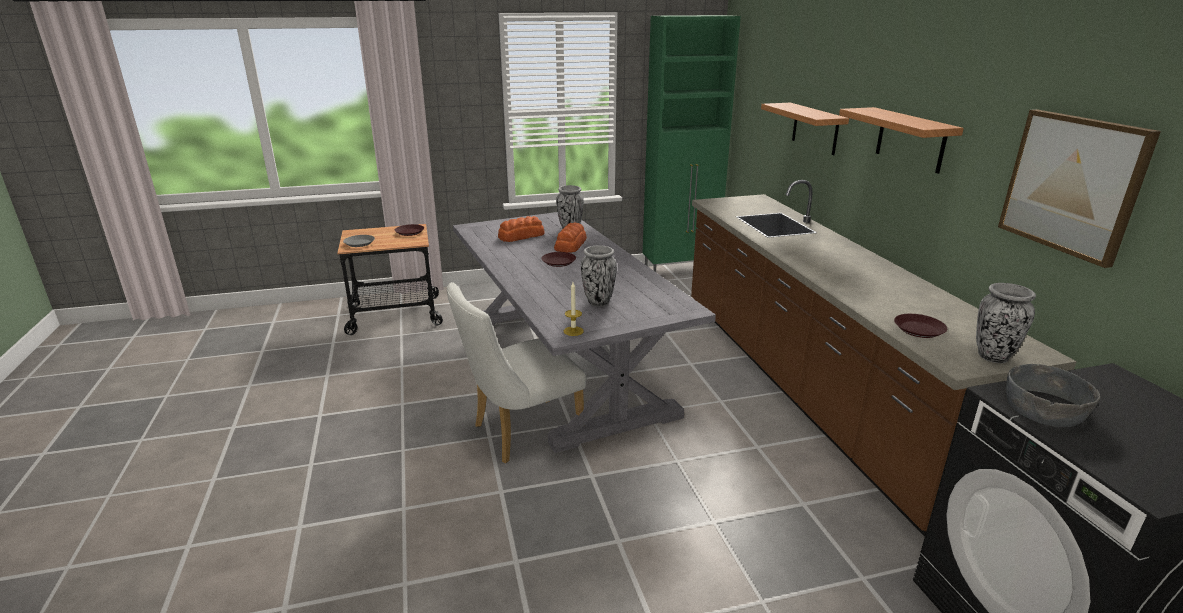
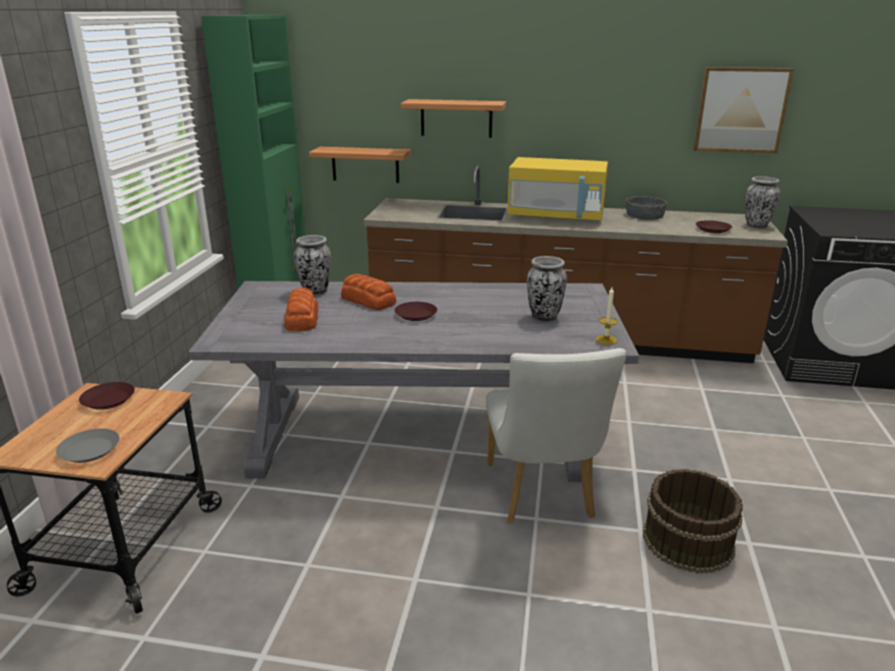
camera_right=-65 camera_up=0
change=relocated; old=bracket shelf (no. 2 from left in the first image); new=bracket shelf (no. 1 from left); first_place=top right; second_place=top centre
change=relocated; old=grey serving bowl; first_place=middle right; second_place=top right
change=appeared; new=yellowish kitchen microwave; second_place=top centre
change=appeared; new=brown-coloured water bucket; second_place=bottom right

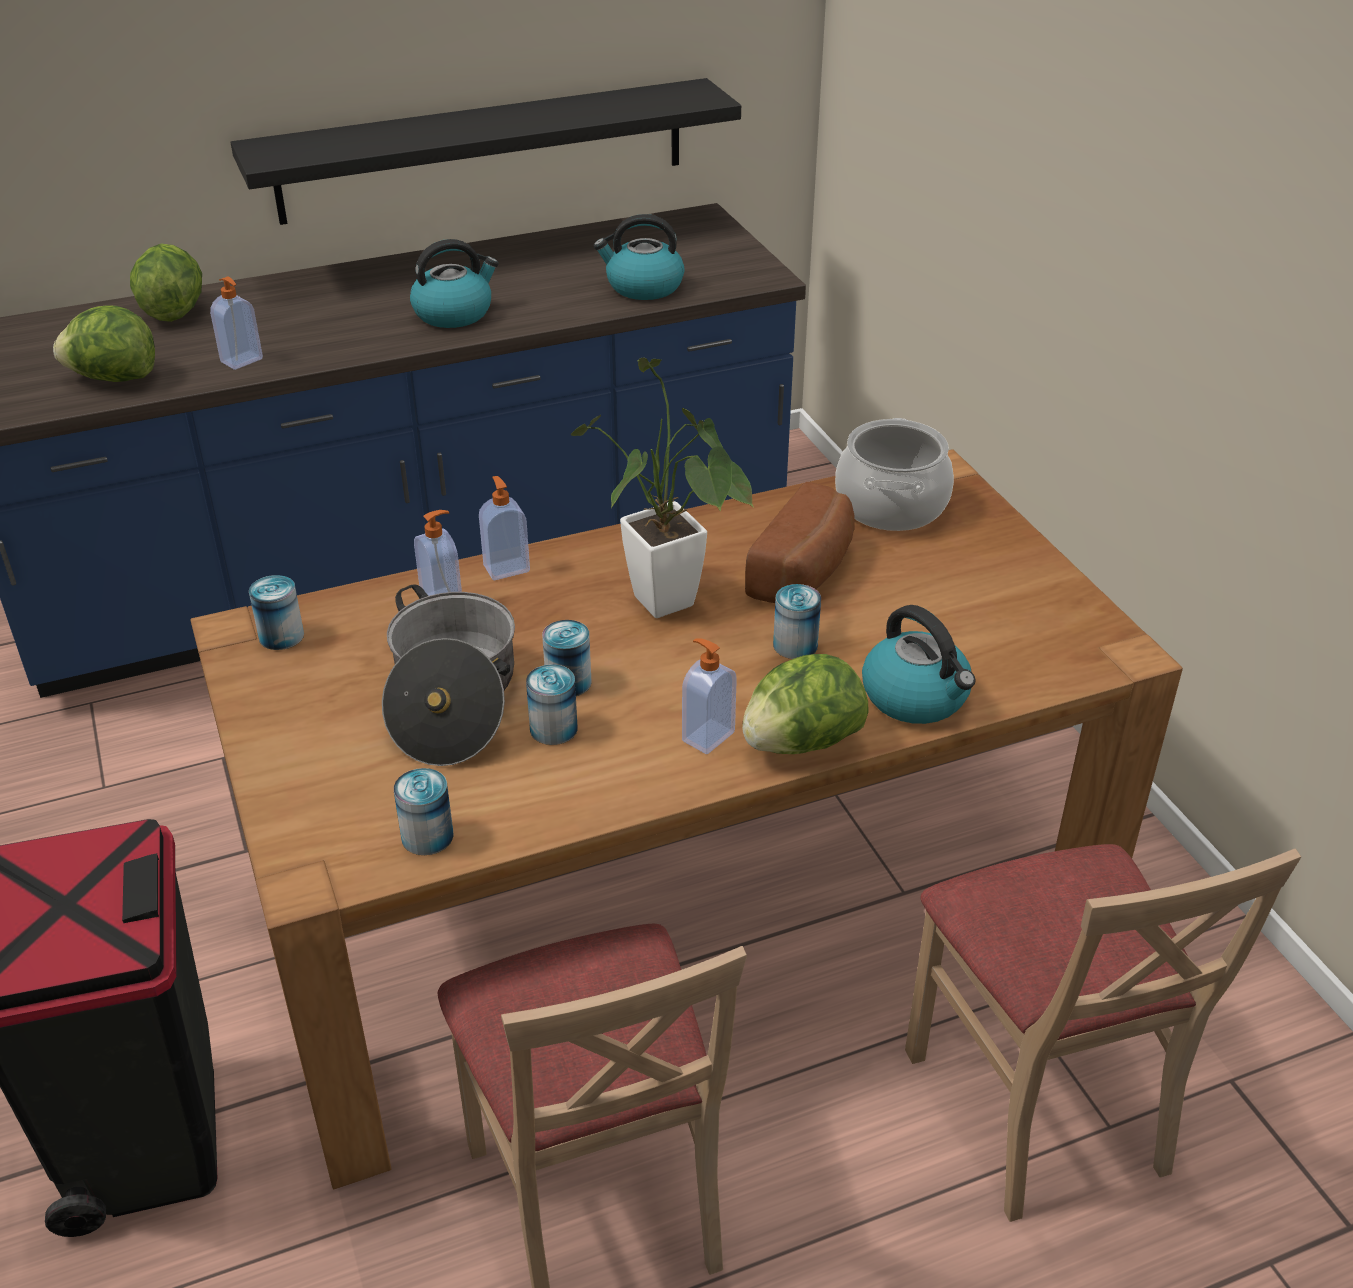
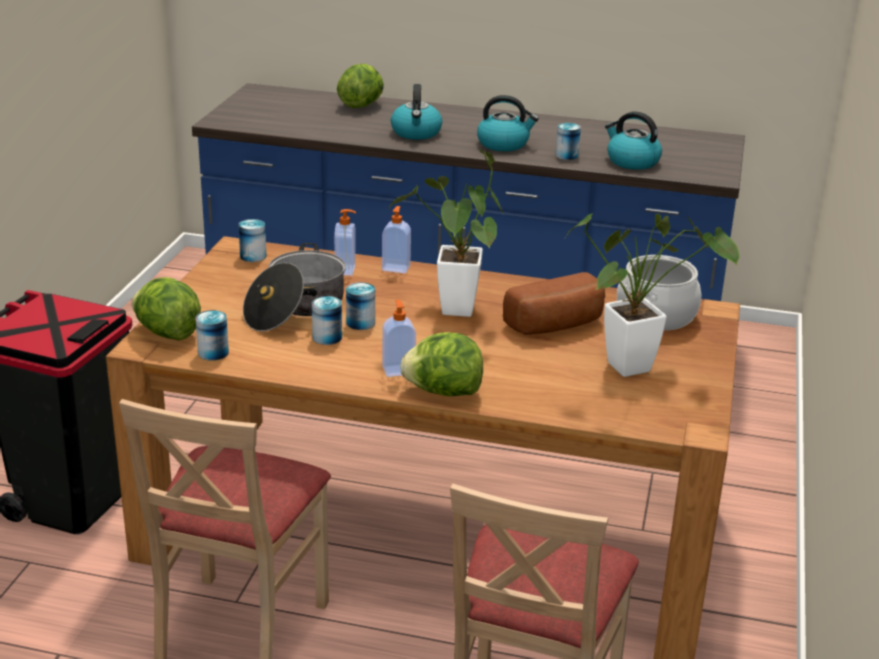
camera_right=35 camera_up=-10
change=missing; old=black bracket shelf; first_place=top centre
change=missing; old=soap bottle (no. 1 from left); first_place=top left
change=relocated; old=lettuce (no. 1 from left); first_place=top left; second_place=middle left
change=relocated; old=sealed can (no. 5 from left); first_place=centre; second_place=top centre
change=relocated; old=water kettle (no. 3 from left in the first image); new=water kettle (no. 1 from left); first_place=middle right; second_place=top centre
change=appeared; new=plant in a pot (no. 2 from left); second_place=middle right

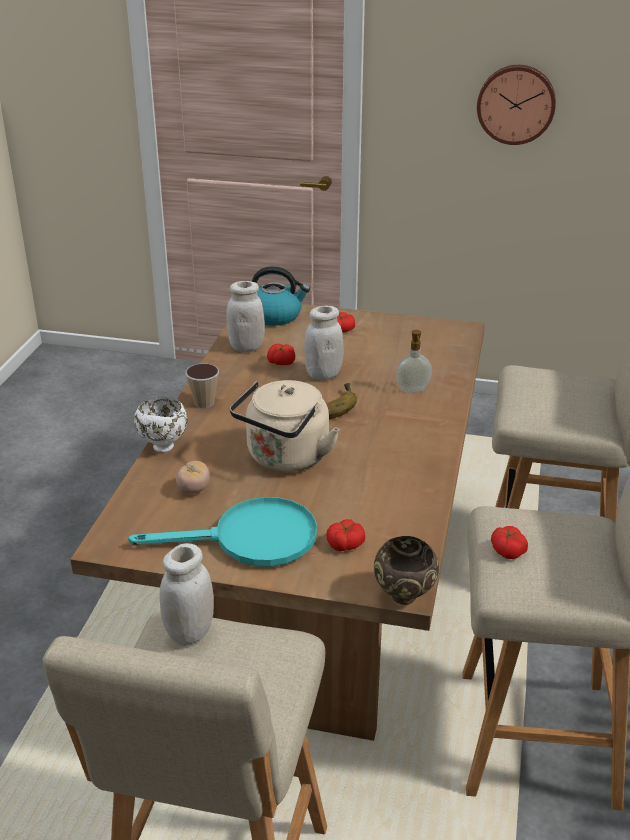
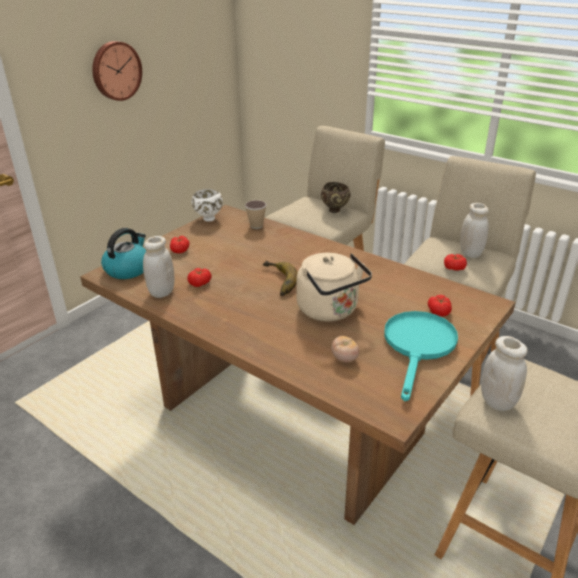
camera_right=-65 camera_up=0
change=relocated; old=white-coloured jar (no. 3 from left in the first image); new=white-coloured jar (no. 2 from left); first_place=centre; second_place=middle right
change=missing; old=soap bottle; first_place=centre
change=relocated; old=small cup; first_place=middle left; second_place=centre
change=relocated; old=white-coloured serving bowl; first_place=middle left; second_place=centre
change=relocated; old=brown-coloured serving bowl; first_place=bottom centre; second_place=centre

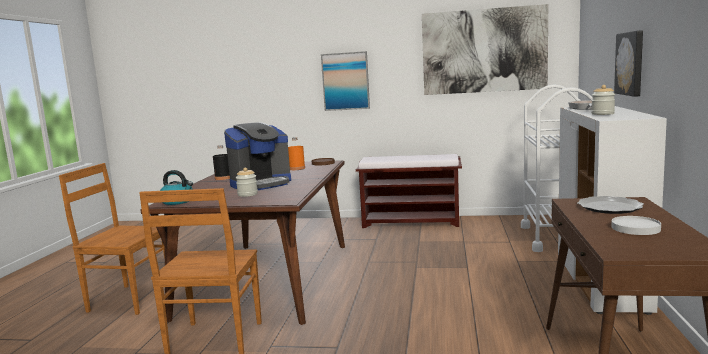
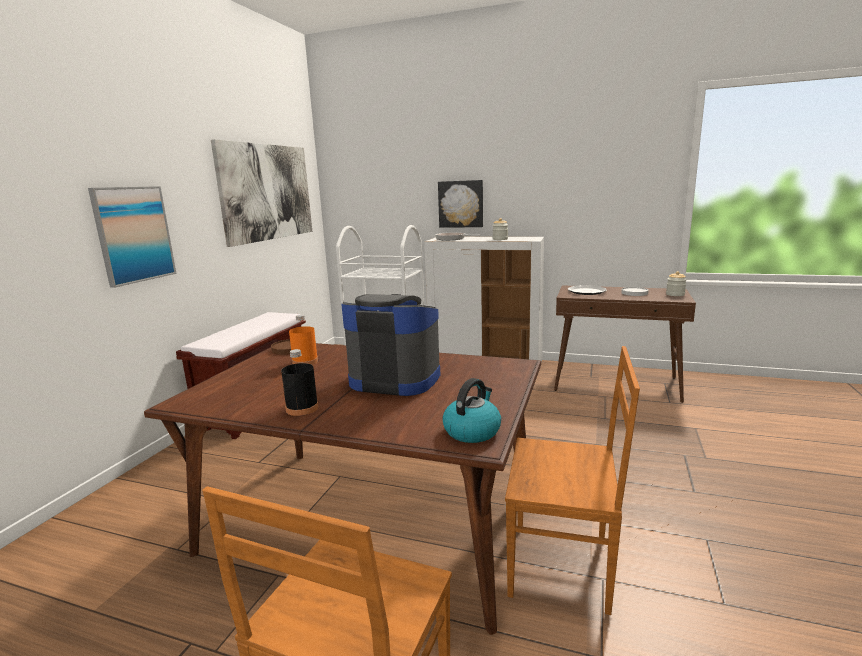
camera_right=-80 camera_up=5
change=spun; old=coffee machine; first_place=centre; second_place=centre; degrees=-45
change=relocated; old=jar (no. 1 from left in the first image); new=jar (no. 2 from left); first_place=centre; second_place=middle right

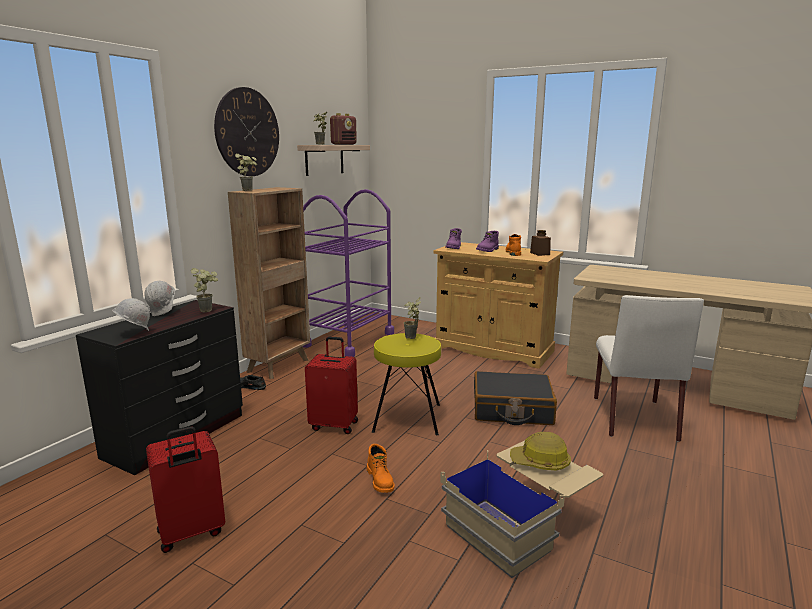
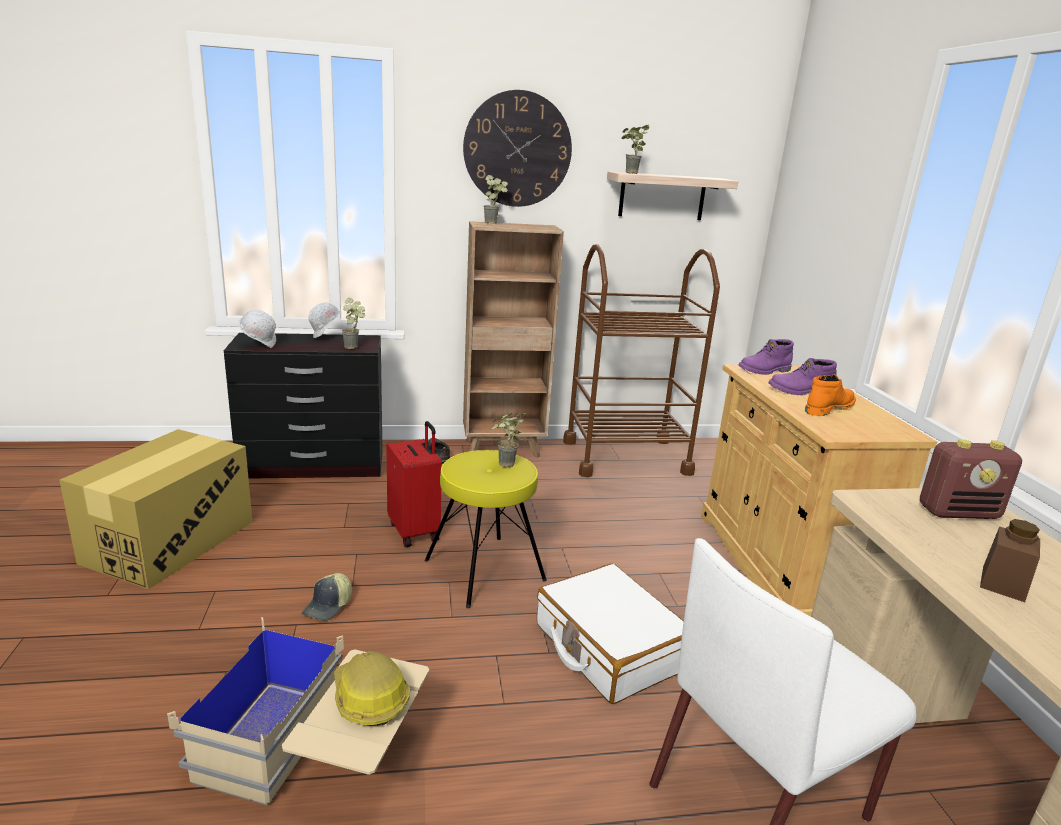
camera_right=50 camera_up=5
change=relocated; old=radio set; first_place=top centre; second_place=middle right
change=colour; old=purplish wheeled cart; new=brown-coloured wheeled cart; first_place=centre; second_place=centre
change=relocated; old=brown-coloured jar; first_place=centre; second_place=bottom right
change=colour; old=black piece of luggage; new=white-coloured piece of luggage; first_place=centre; second_place=bottom centre
change=exchanged; old=reddish piece of luggage (no. 1 from left); new=carton; first_place=bottom left; second_place=middle left
change=exchanged; old=orange-coloured tall boot (no. 1 from left); new=peaked cap; first_place=bottom centre; second_place=bottom left

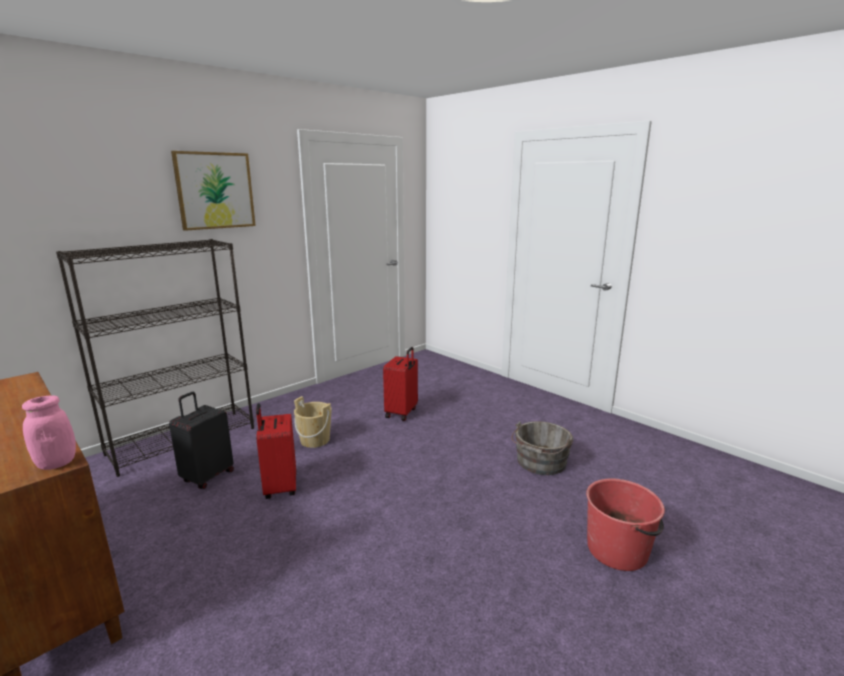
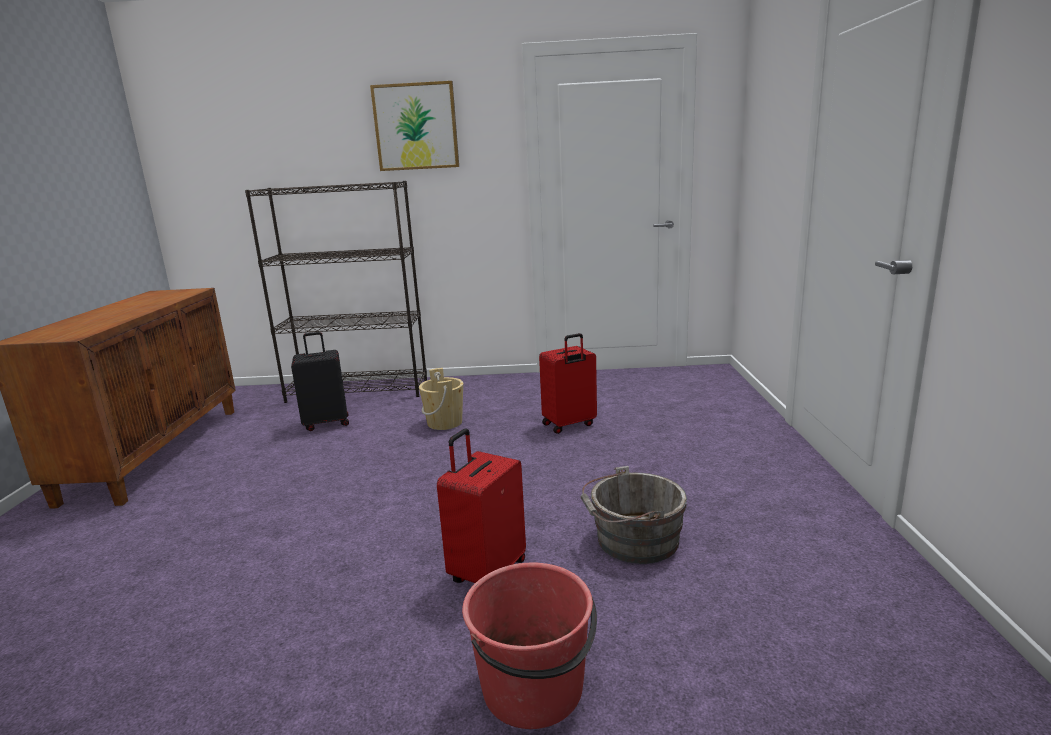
camera_right=45 camera_up=0
change=missing; old=pinkish jar; first_place=middle left
change=relocated; old=reddish piece of luggage (no. 1 from left); first_place=bottom left; second_place=bottom centre

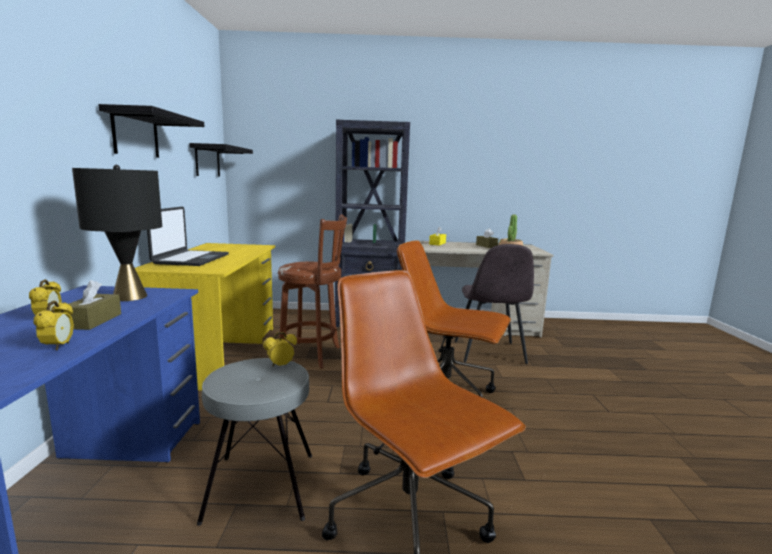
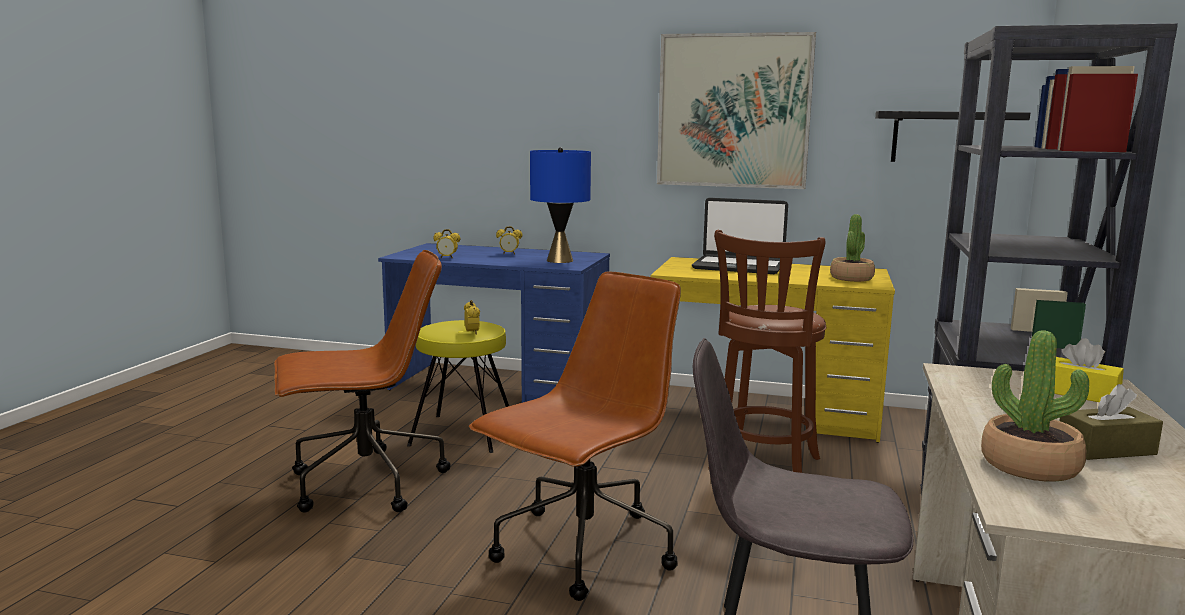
camera_right=105 camera_up=0
change=exchanged; old=black bracket shelf (no. 1 from left); new=picture; first_place=top left; second_place=top centre
change=colour; old=black table lamp; new=blue-coloured table lamp; first_place=middle left; second_place=centre
change=missing; old=brown-coloured tissue holder (no. 1 from left); first_place=middle left
change=colour; old=grey sitting stool; new=yellowish sitting stool; first_place=bottom left; second_place=centre
change=appeared; new=plant in a pot (no. 1 from left); second_place=middle right

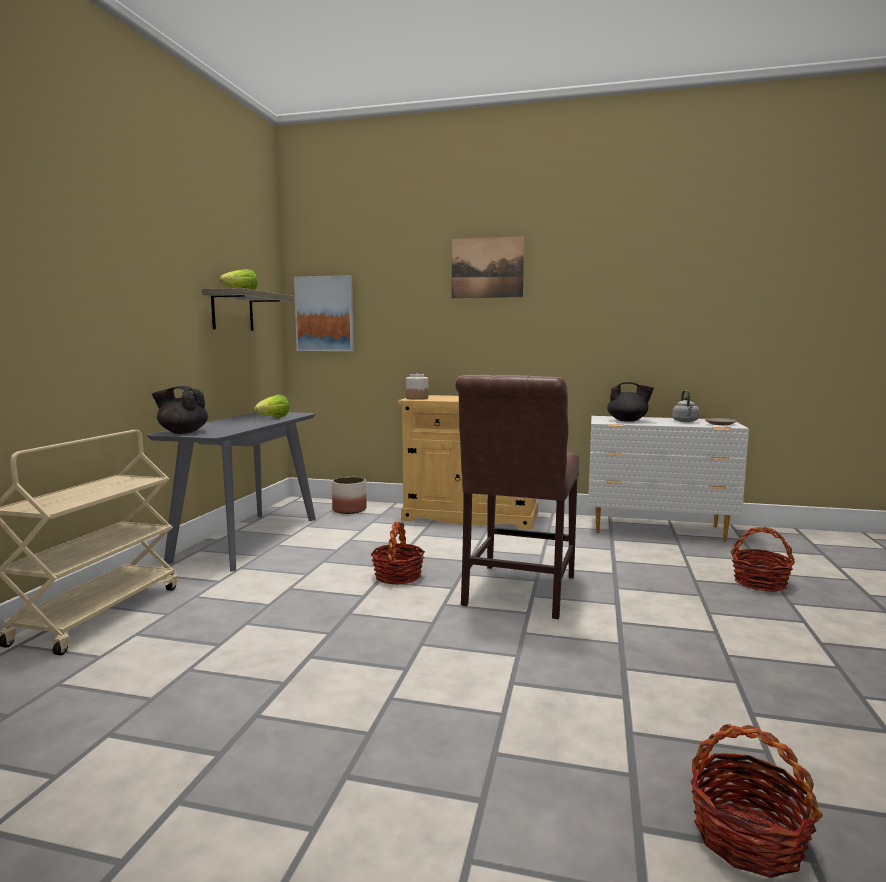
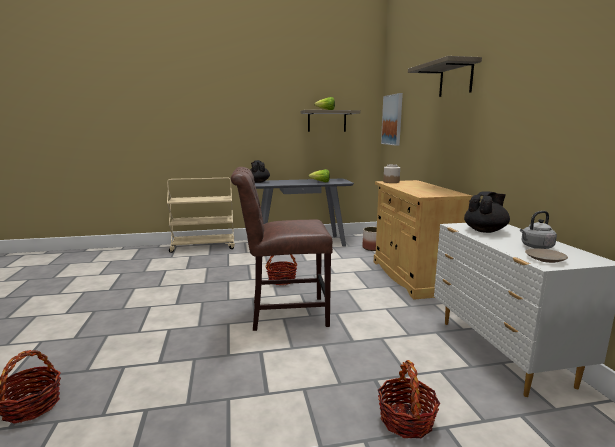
camera_right=65 camera_up=5
change=exchanged; old=picture (no. 2 from left); new=bracket shelf (no. 2 from left); first_place=top centre; second_place=top right
change=spun; old=black tea pot (no. 2 from left); first_place=middle right; second_place=middle right; degrees=-120

